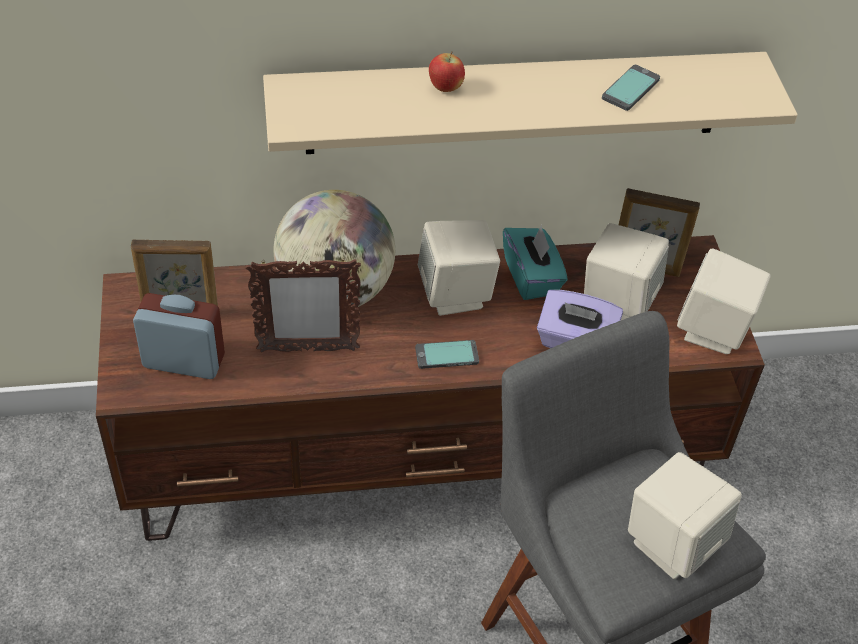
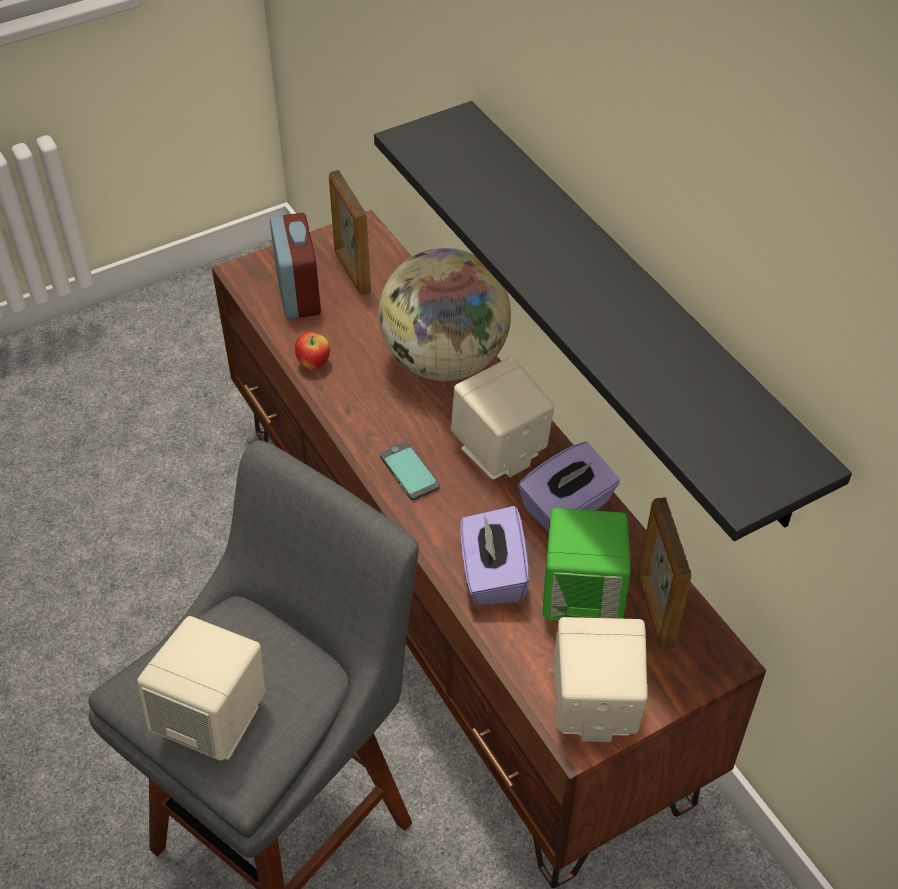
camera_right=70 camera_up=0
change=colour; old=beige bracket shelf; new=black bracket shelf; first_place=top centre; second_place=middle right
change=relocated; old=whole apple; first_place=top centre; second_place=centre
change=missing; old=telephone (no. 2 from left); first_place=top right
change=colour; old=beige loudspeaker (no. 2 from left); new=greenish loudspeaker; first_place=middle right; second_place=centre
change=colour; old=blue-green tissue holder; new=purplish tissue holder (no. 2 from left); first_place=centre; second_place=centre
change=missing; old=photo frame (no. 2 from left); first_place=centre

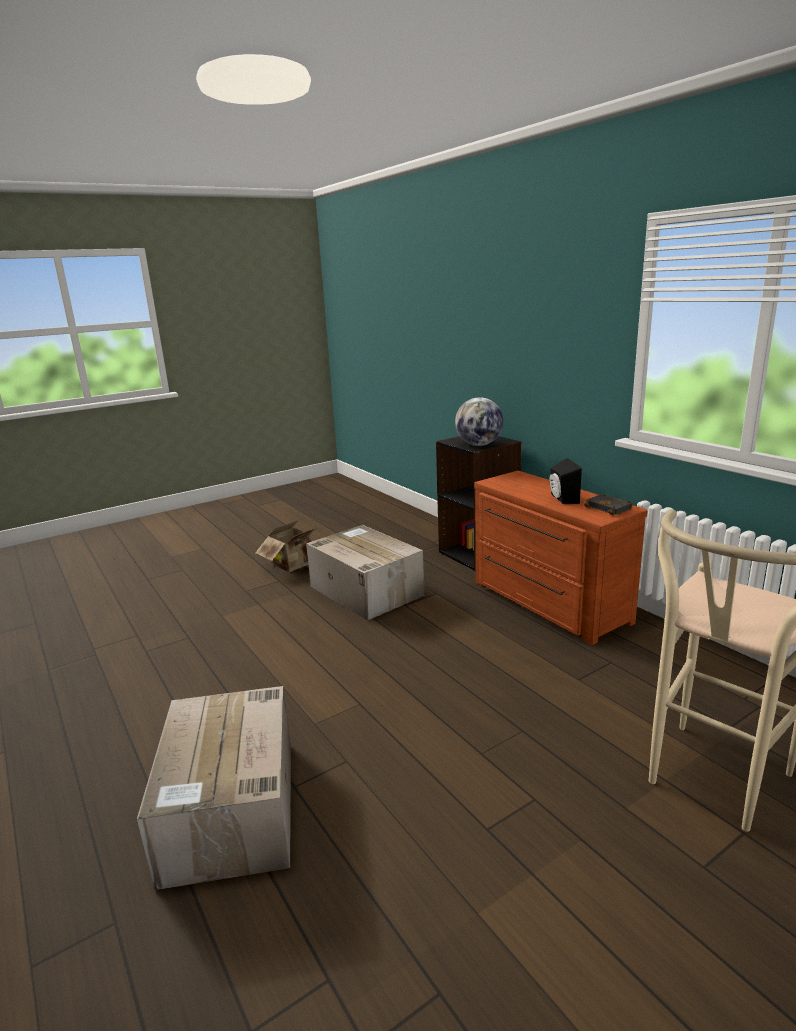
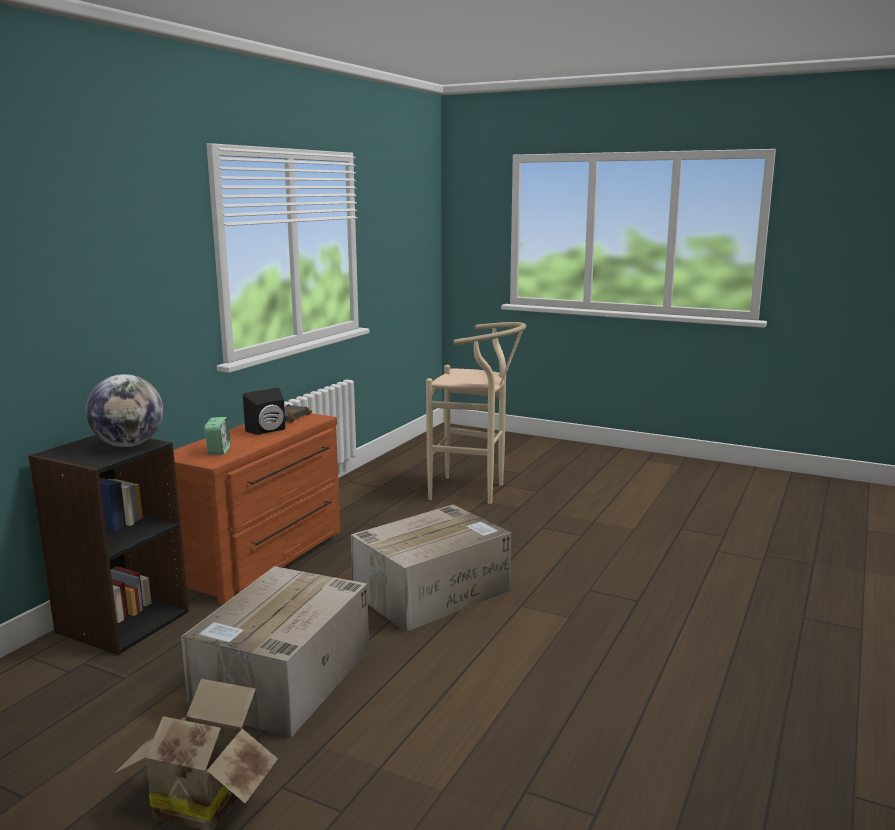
camera_right=-120 camera_up=-5
change=relocated; old=carton (no. 1 from left in the first image); new=carton (no. 3 from left); first_place=bottom left; second_place=bottom centre
change=appeared; new=bedside clock; second_place=middle left

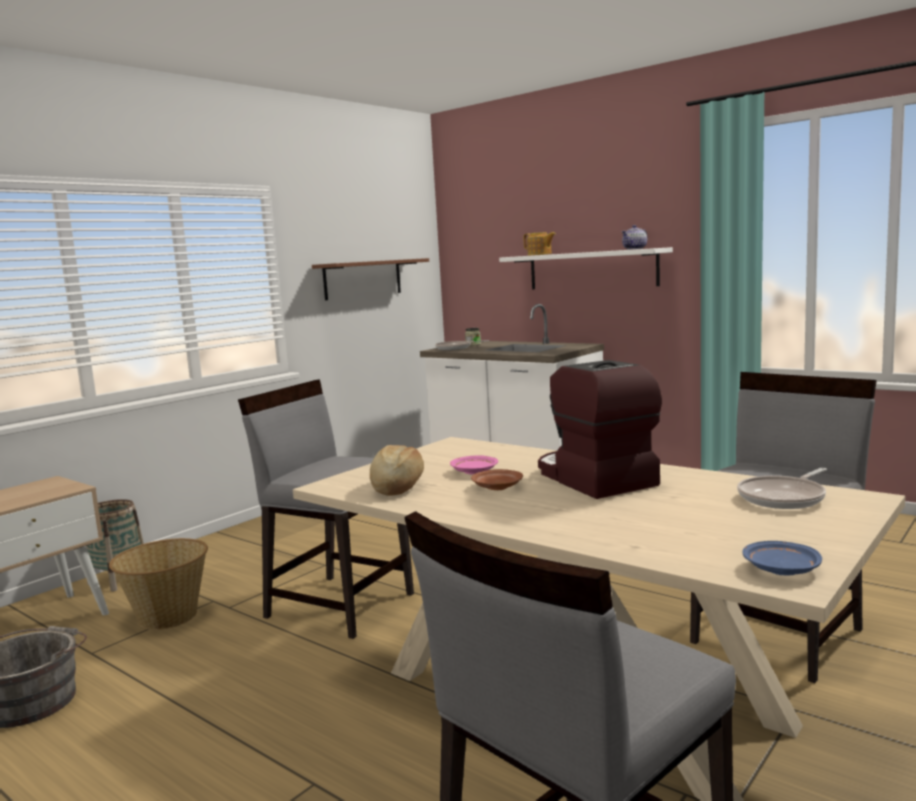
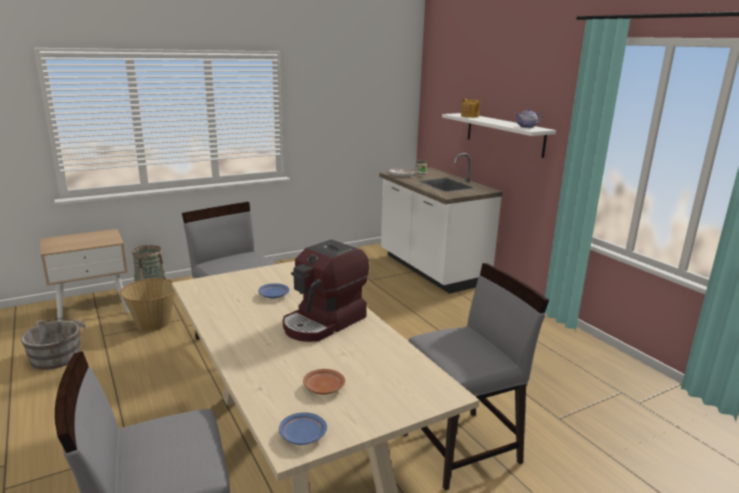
camera_right=20 camera_up=10
change=missing; old=brown-coloured bracket shelf; first_place=centre
change=spun; old=coffee machine; first_place=centre; second_place=centre; degrees=-135
change=missing; old=bread; first_place=centre
change=colour; old=pinkish plate; new=blue-coloured plate (no. 1 from left); first_place=centre; second_place=centre
change=missing; old=frying pan (no. 2 from left); first_place=middle right
change=relocated; old=brown-coloured plate; first_place=centre; second_place=bottom centre

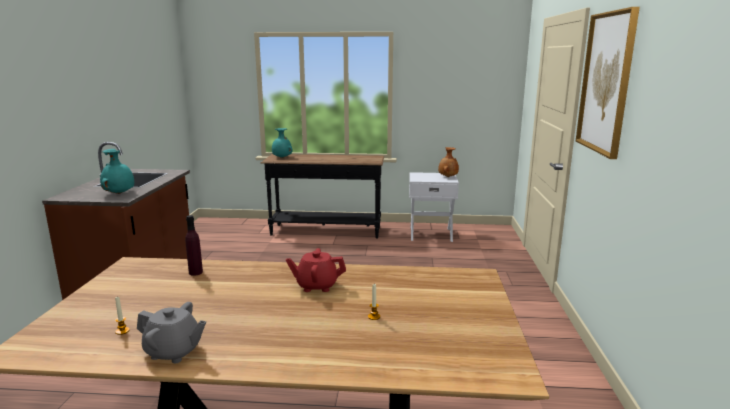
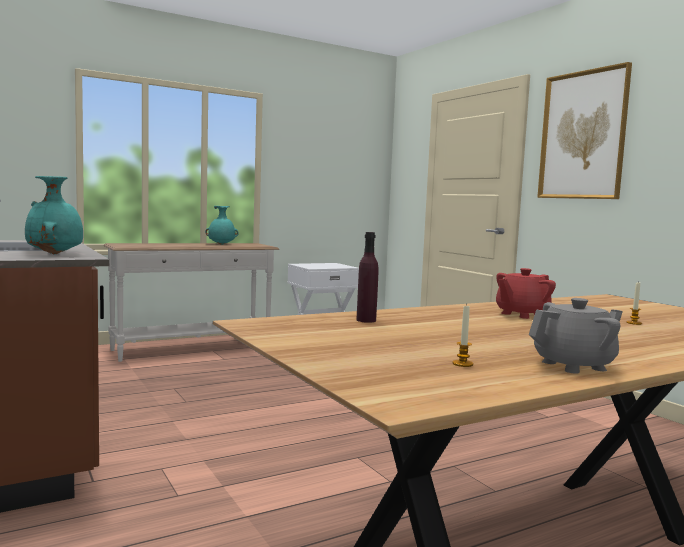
camera_right=-35 camera_up=-10
change=relocated; old=blue-green vase (no. 2 from left); first_place=centre; second_place=middle left
change=missing; old=brown-coloured vase; first_place=centre
change=colour; old=black hall table; new=white-coloured hall table; first_place=centre; second_place=middle left

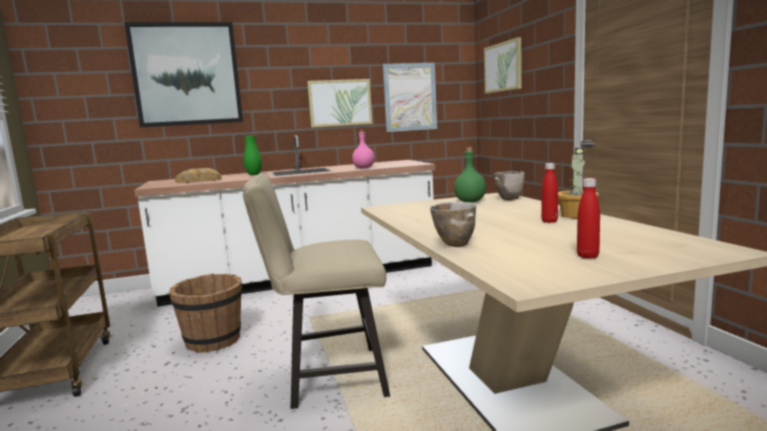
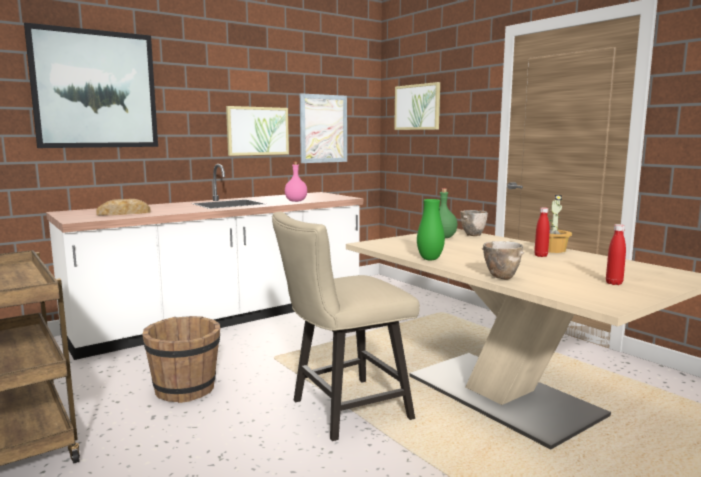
camera_right=-20 camera_up=0
change=relocated; old=greenish vase; first_place=middle left; second_place=centre

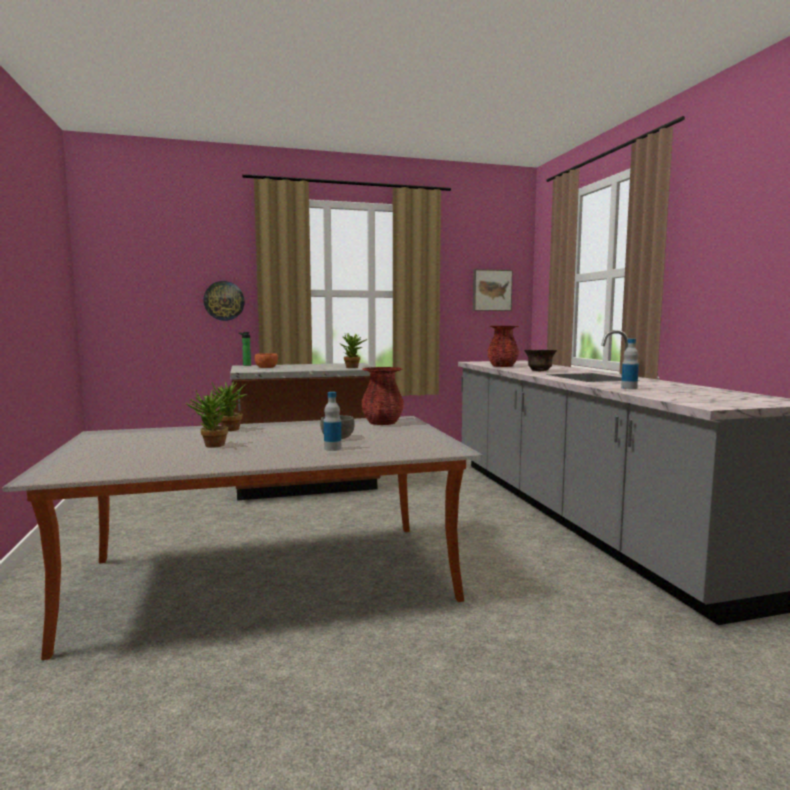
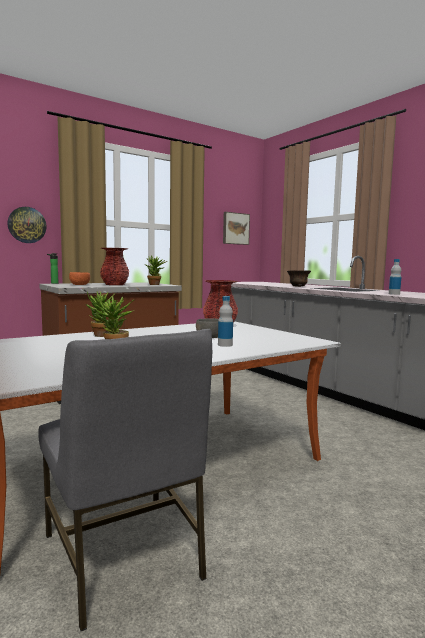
camera_right=-20 camera_up=0
change=relocated; old=reddish vase (no. 2 from left in the first image); new=reddish vase (no. 1 from left); first_place=centre; second_place=middle left
change=appeared; new=grey upright chair; second_place=bottom left

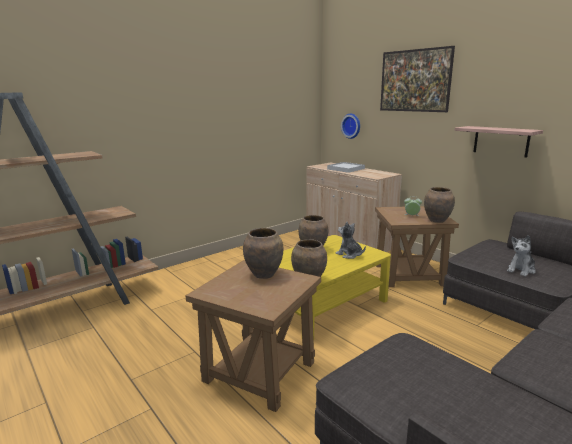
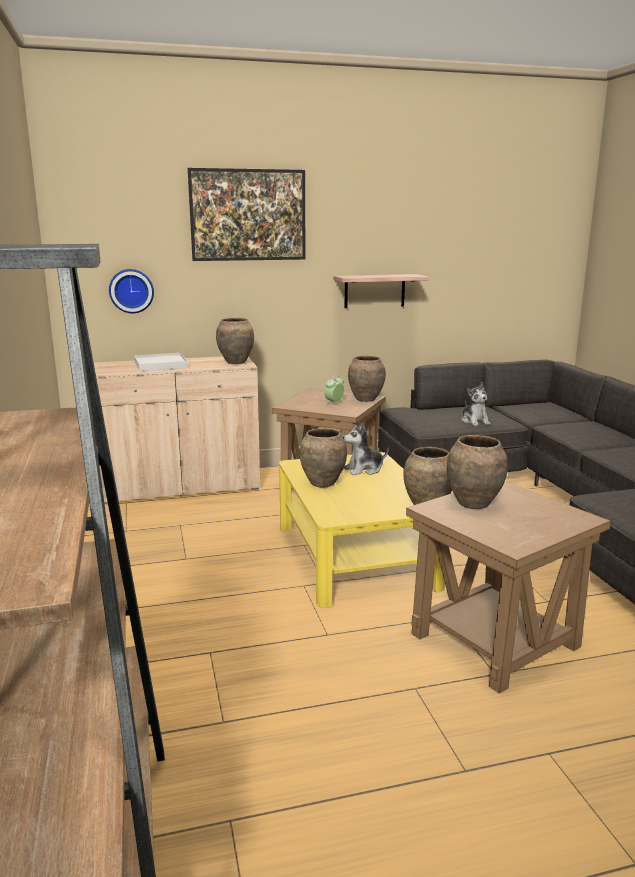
camera_right=-65 camera_up=0
change=appeared; new=brown-coloured vase (no. 1 from left); second_place=centre

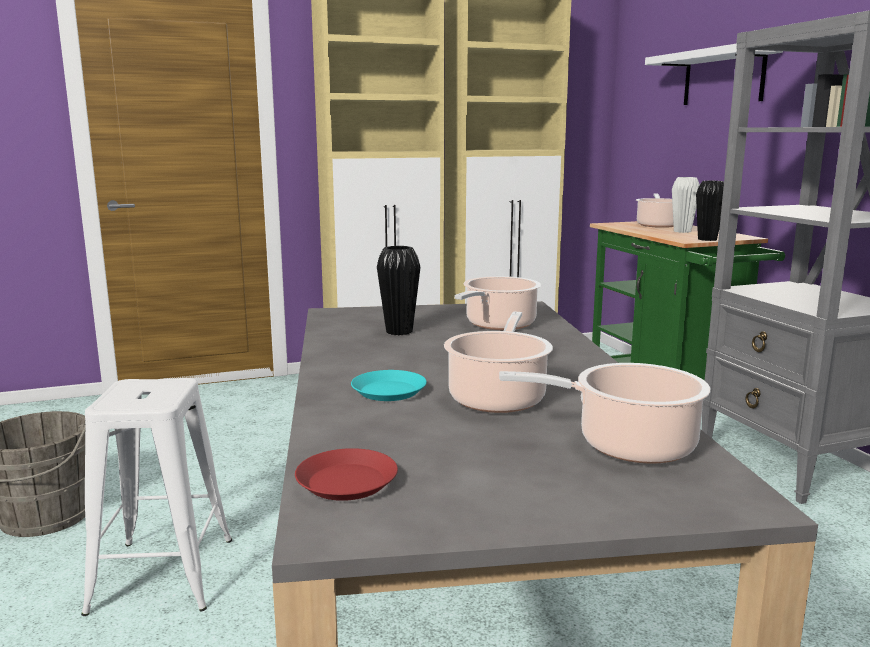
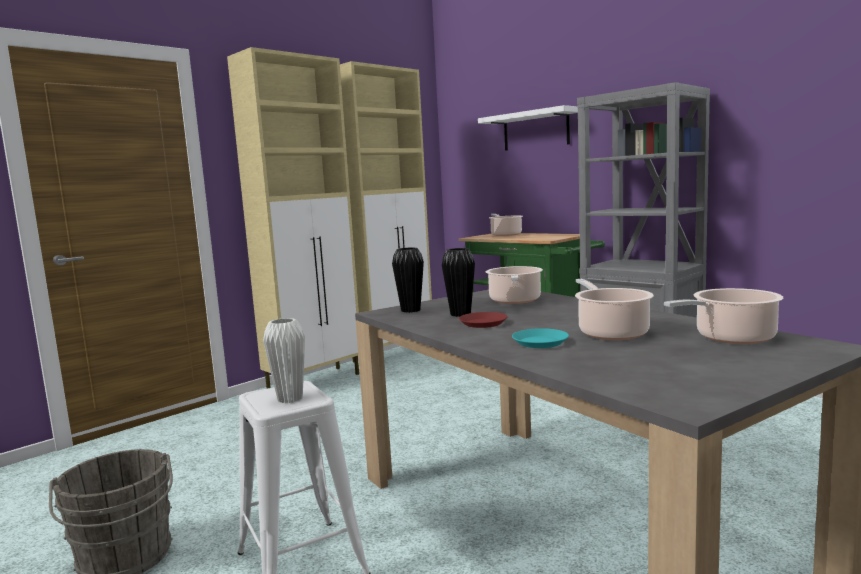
camera_right=-25 camera_up=-5
change=relocated; old=white-coloured vase; first_place=top right; second_place=middle left
change=relocated; old=black vase (no. 2 from left in the first image); new=black vase (no. 1 from left); first_place=top right; second_place=centre
change=relocated; old=reddish plate; first_place=bottom centre; second_place=centre

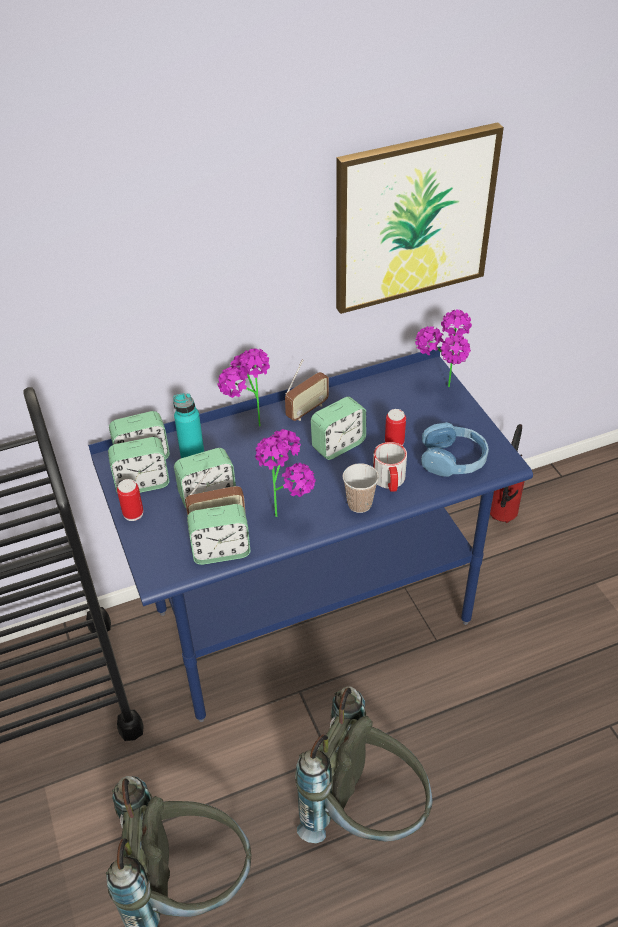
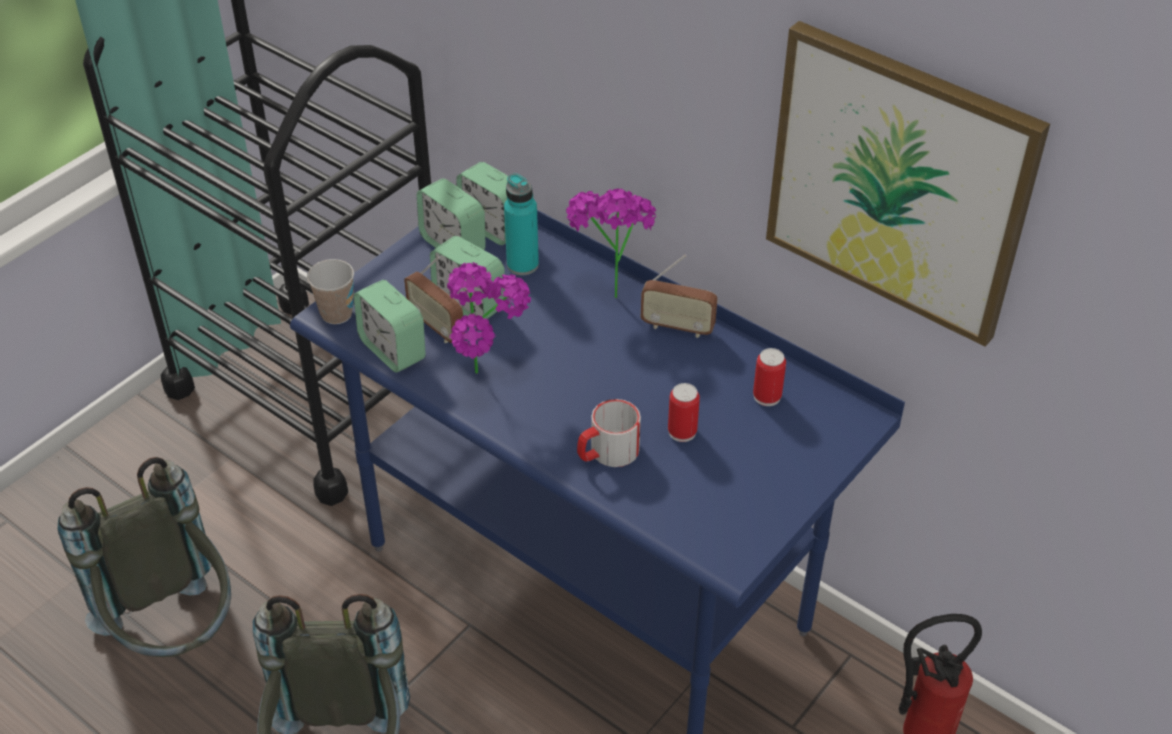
camera_right=60 camera_up=0
change=missing; old=plant in a pot (no. 3 from left); first_place=middle right
change=missing; old=bedside clock (no. 5 from left); first_place=centre
change=missing; old=blue-coloured pair of headphones; first_place=middle right
change=relocated; old=small cup; first_place=centre; second_place=middle left
change=relocated; old=sealed can (no. 1 from left in the first image); new=sealed can (no. 2 from left); first_place=middle left; second_place=centre

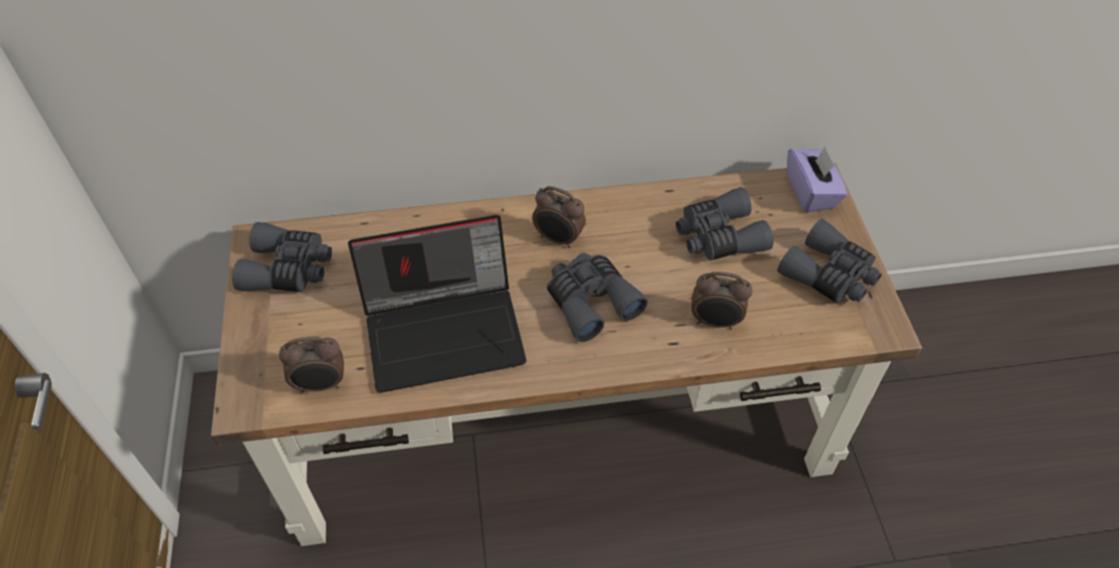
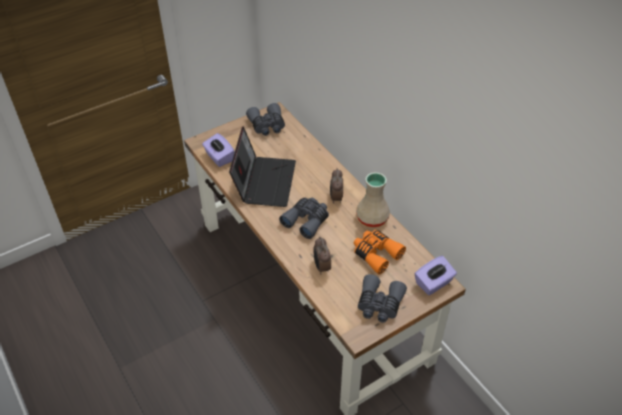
camera_right=65 camera_up=-5
change=colour; old=grey pair of binoculars (no. 3 from left); new=orange-coloured pair of binoculars; first_place=centre; second_place=centre
change=spun; old=portable computer; first_place=centre; second_place=centre; degrees=-135
change=exchanged; old=bedside clock (no. 1 from left); new=purplish tissue holder (no. 1 from left); first_place=middle left; second_place=centre
change=appeared; new=beige vase; second_place=centre

